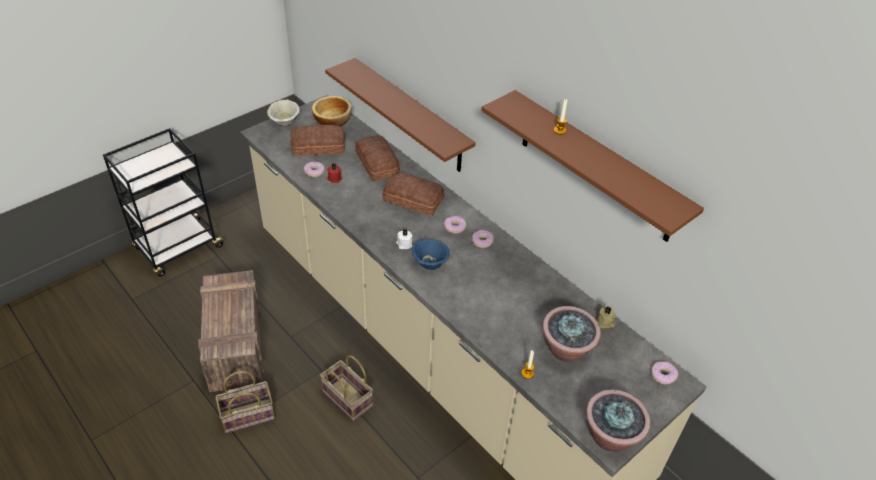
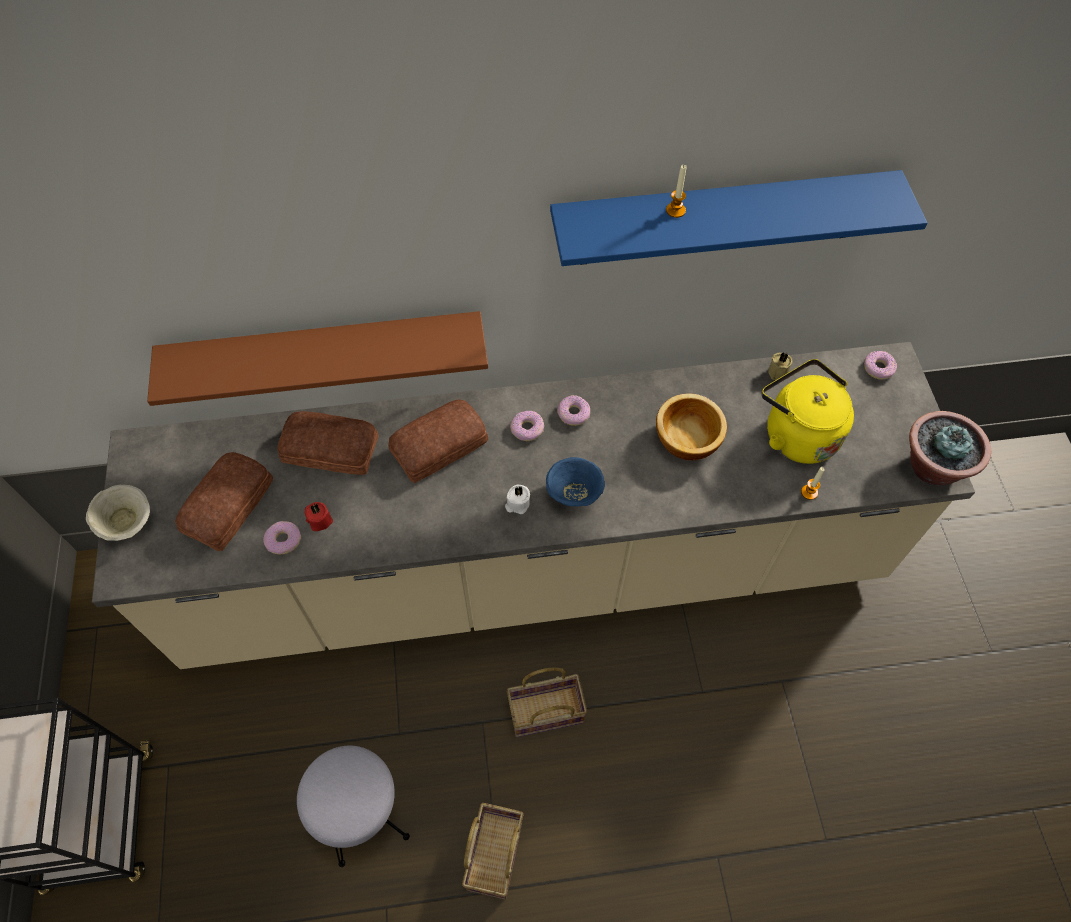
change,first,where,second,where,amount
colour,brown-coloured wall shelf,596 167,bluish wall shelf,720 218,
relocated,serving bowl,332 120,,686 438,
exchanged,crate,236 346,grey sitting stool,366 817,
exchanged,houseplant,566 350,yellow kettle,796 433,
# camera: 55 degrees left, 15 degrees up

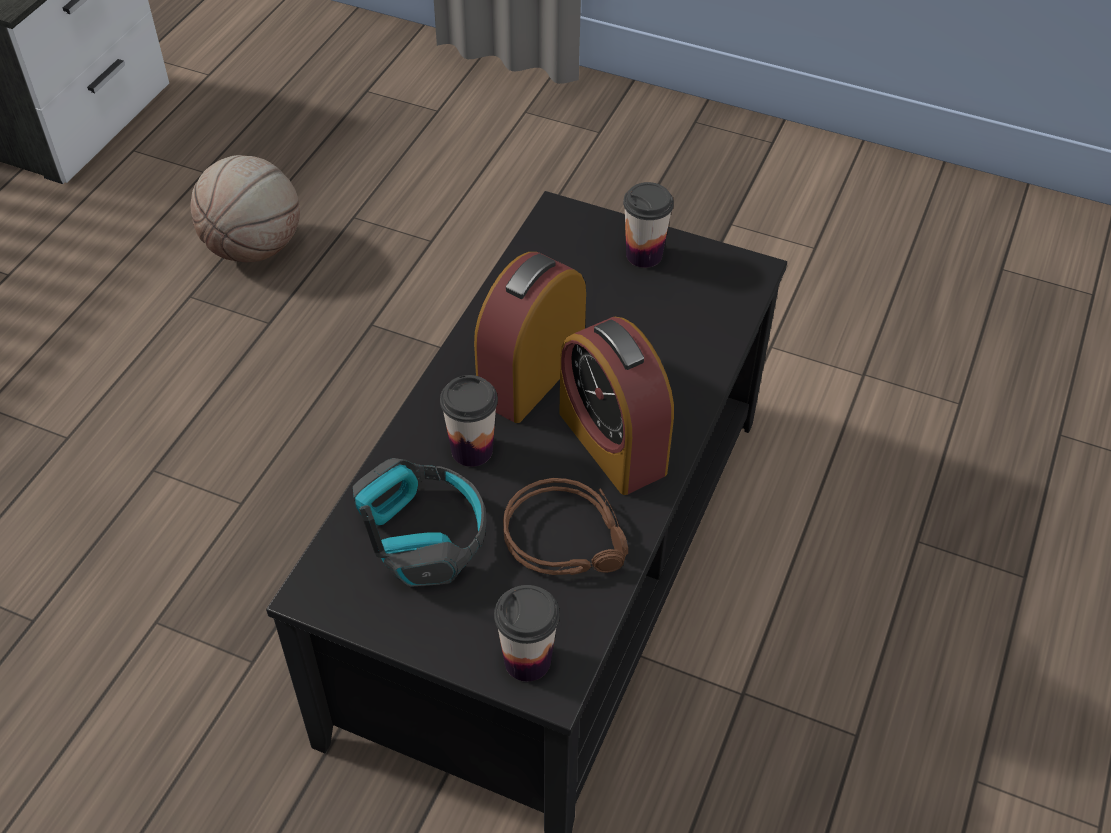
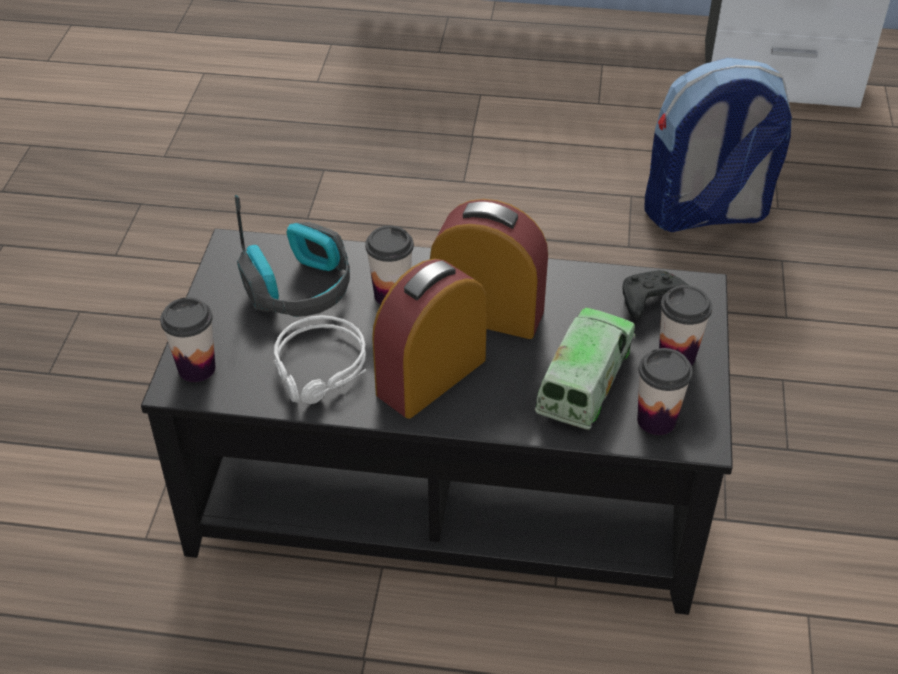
change,first,where,second,where,amount
exchanged,basketball,254 248,backpack,705 214,
colour,brown-coloured headset,569 536,grey headset,321 369,
appeared,,,blackish joypad,652 304,
appeared,,,toy lorry,585 380,
appeared,,,drinking cup,656 420,
# camera: 75 degrees right, 5 degrees down

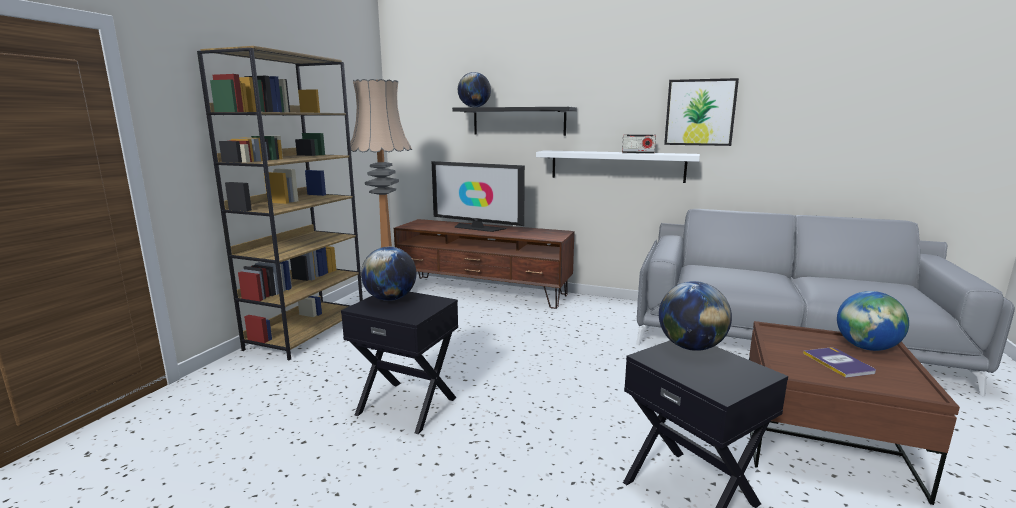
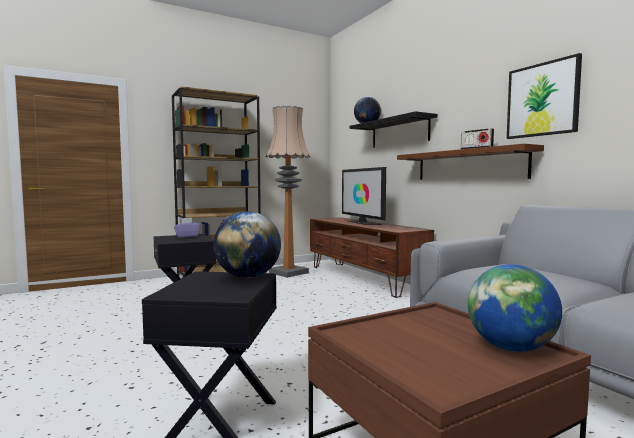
change,first,where,second,where,amount
colour,whitish wall shelf,617 166,brown-coloured wall shelf,468 165,
exchanged,globe,390 299,purple tissue box,187 236,
missing,bound book,838 363,,,
# camera: 40 degrees right, 10 degrees down

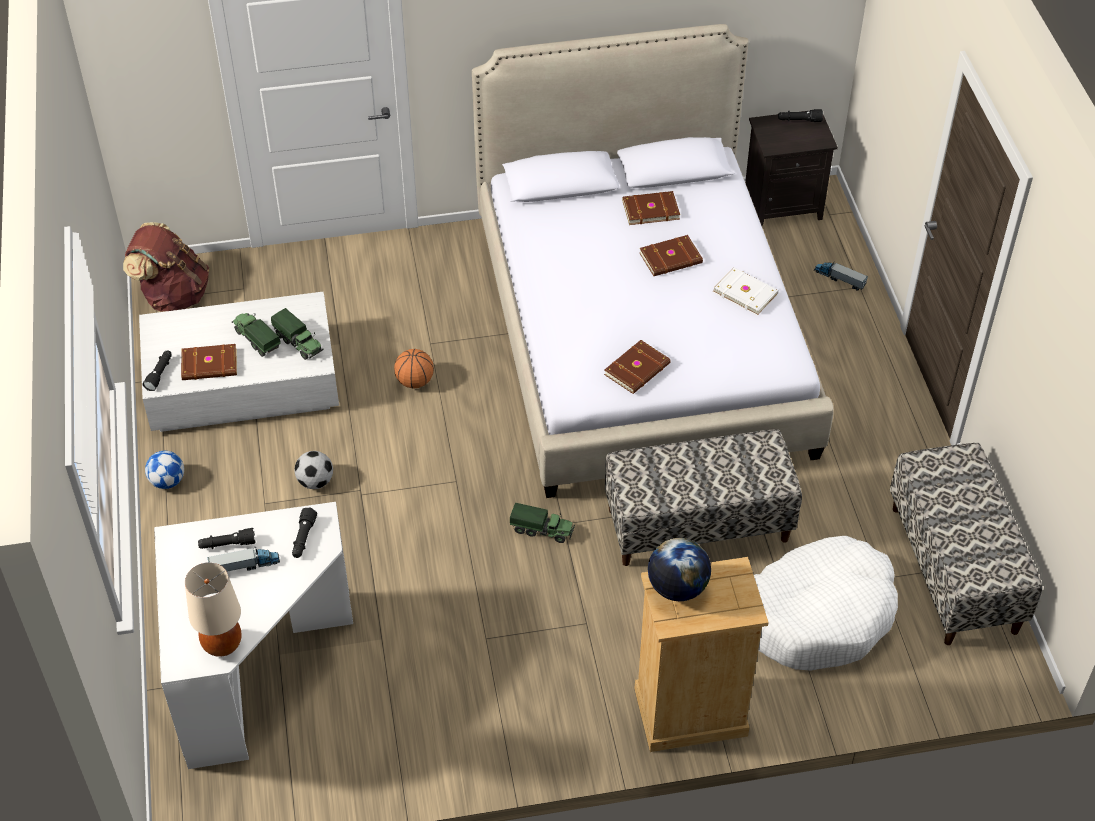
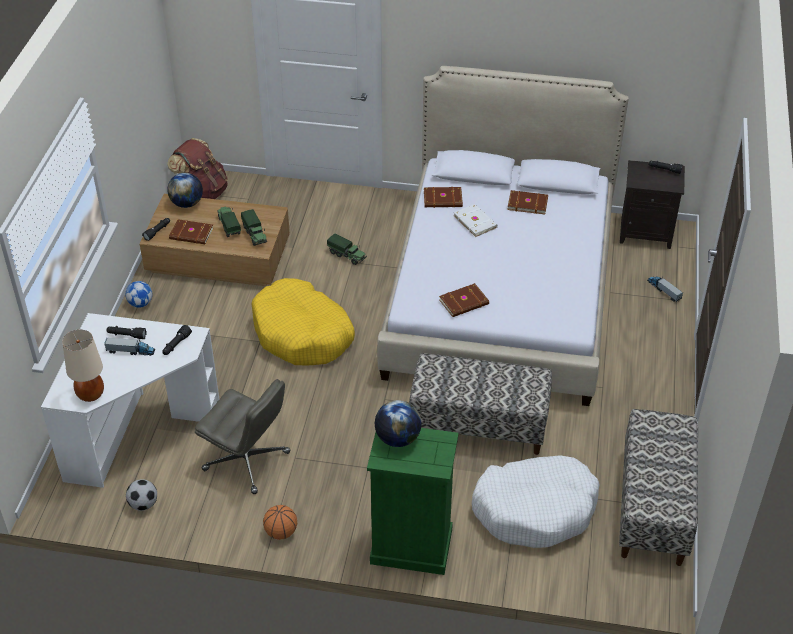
change,first,where,second,where,amount
relocated,brown-coloured bound book,671 259,,443 199,
relocated,whitish bound book,745 292,,475 221,
colour,whitish lounge table,242 383,brown-coloured lounge table,218 256,
relocated,basketball,415 381,,281 532,
relocated,football,315 482,,143 504,
relocated,toy lorry,542 530,,347 255,
colour,sand-coloured drawer chest,690 712,greenish drawer chest,411 547,
appeared,,,globe,187 203,
appeared,,,yellow dog cushion,302 333,
appeared,,,grey office chair,247 461,
# camera: 20 degrees right, 5 degrees down

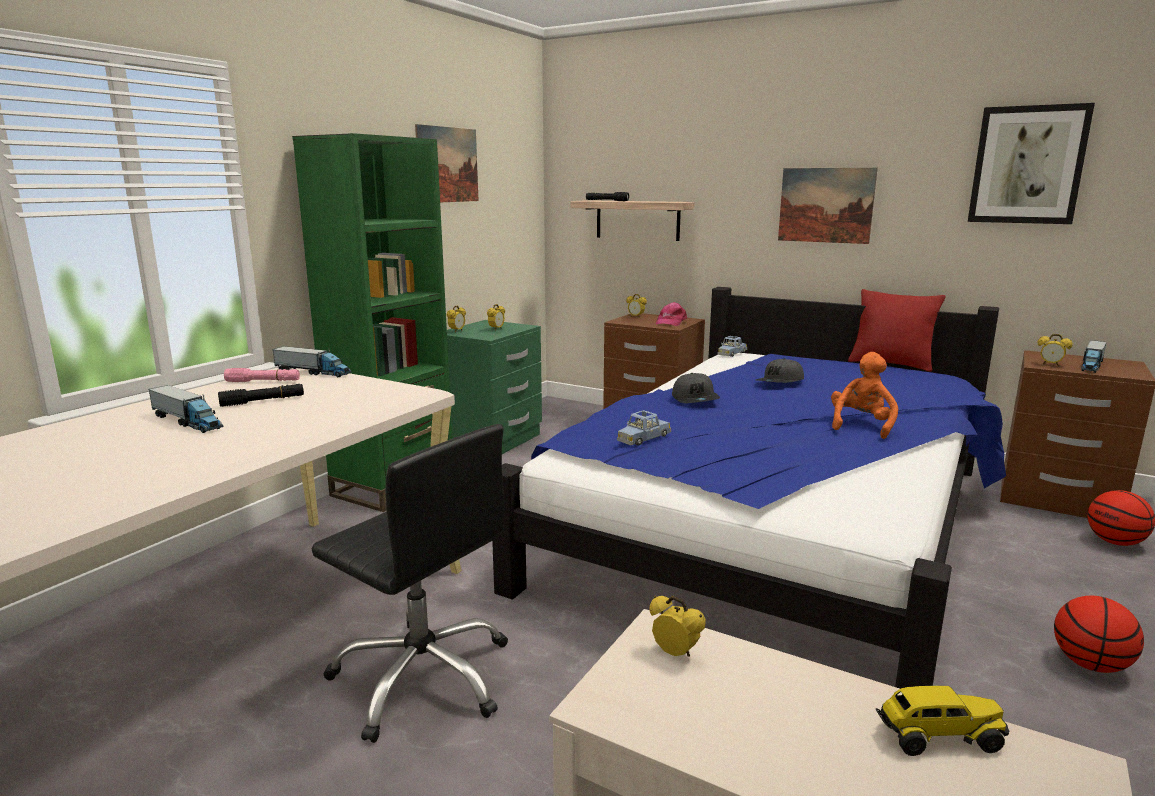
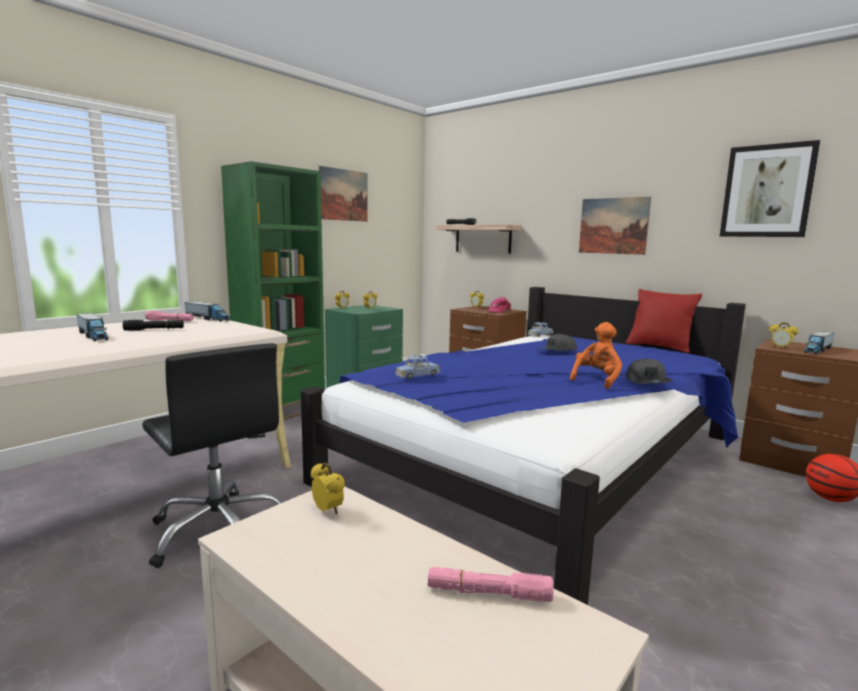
change,first,where,second,where,amount
relocated,grey peaked cap,695 399,,648 382,
missing,basketball,1090 664,,,
exchanged,toy lorry,937 736,pink-coloured flashlight,488 593,
# camera: 10 degrees right, 5 degrees down

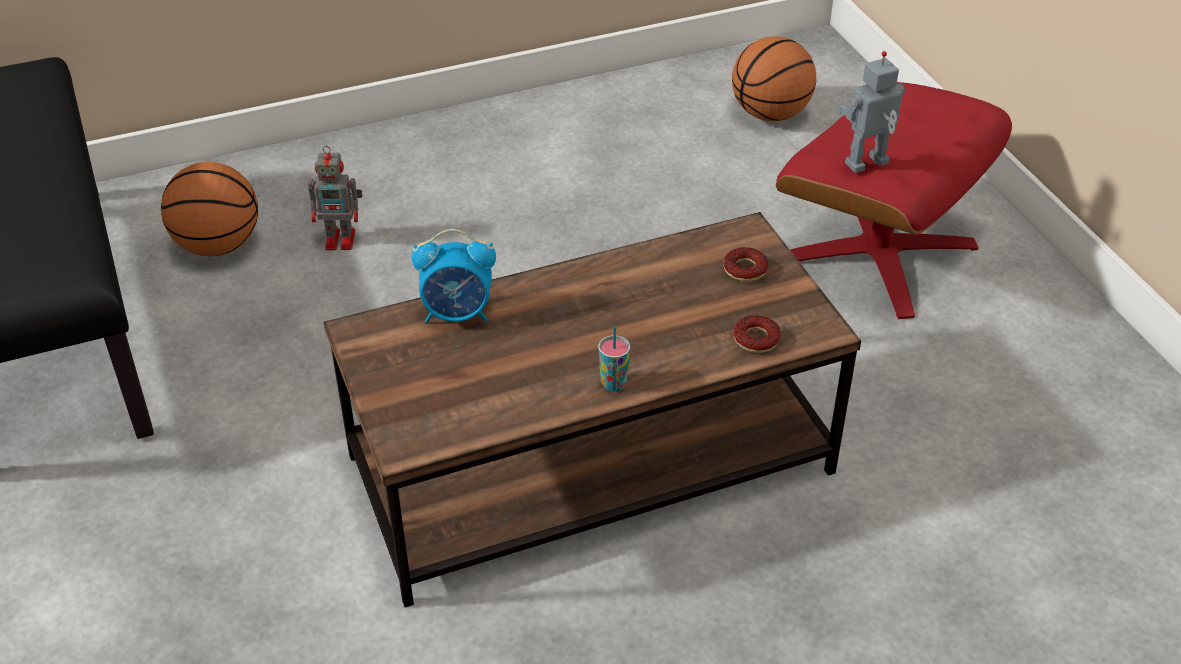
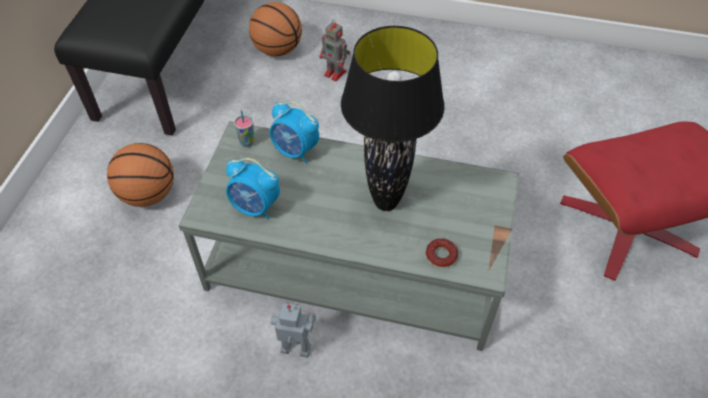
change,first,where,second,where,amount
relocated,basketball,770 114,,148 194,
relocated,toy robot,867 165,,295 350,
colour,brown-coloured lounge table,591 462,grey lounge table,355 264,
missing,donut,745 269,,,
relocated,drinking cup,613 383,,247 142,
appeared,,,blackish lamp for a table,386 203,
appeared,,,bedside clock,255 207,
# camera: 35 degrees right, 10 degrees up

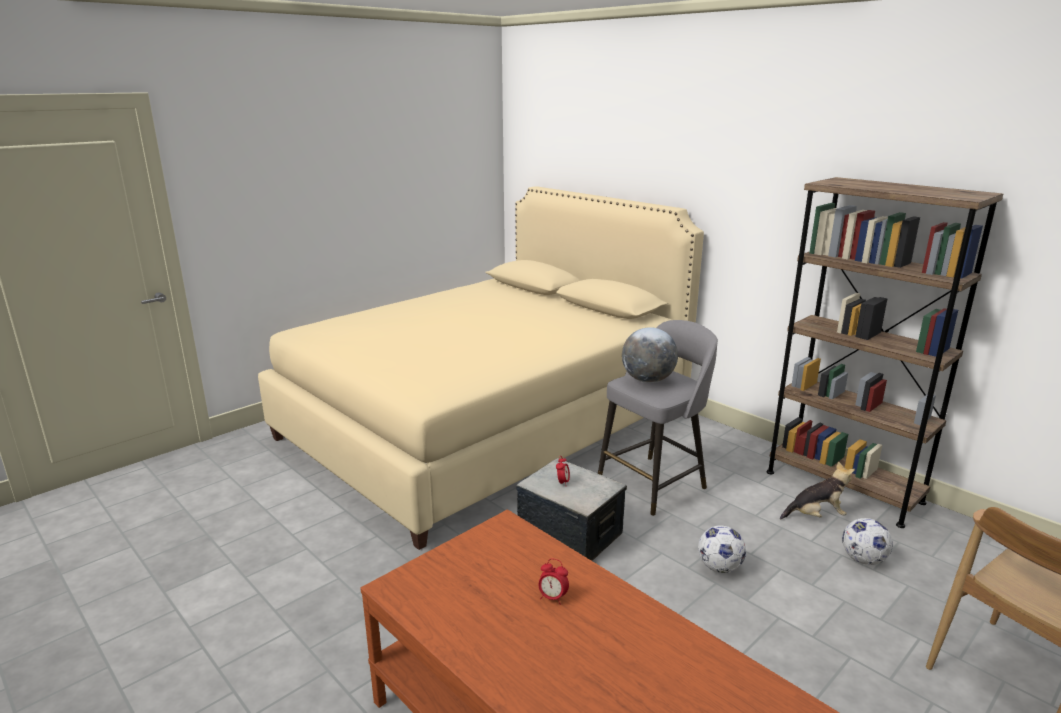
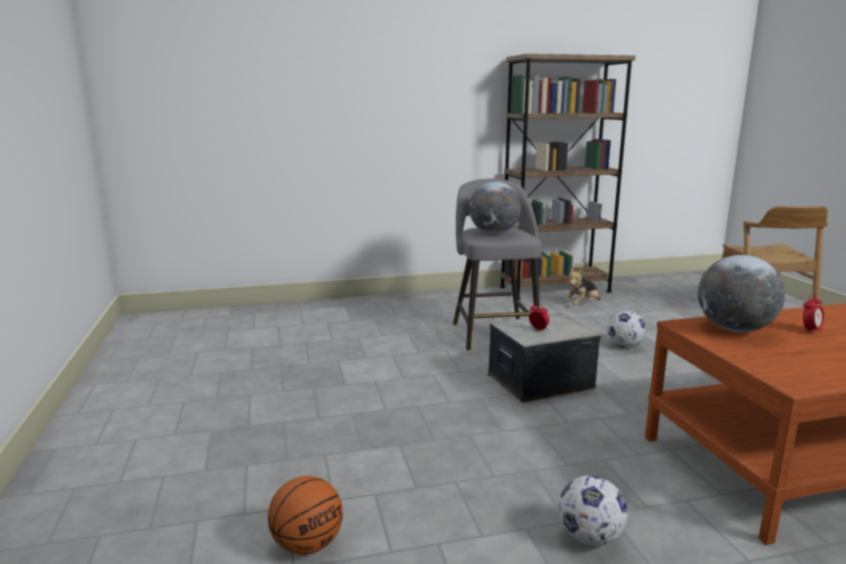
change,first,where,second,where,amount
missing,sand-coloured bedroom bed,485 424,,,
spun,cuddly toy,816 516,,582 305,150 degrees counterclockwise
relocated,football,862 559,,589 538,
appeared,,,globe,734 329,
appeared,,,basketball,307 545,
# camera: 60 degrees left, 5 degrees down

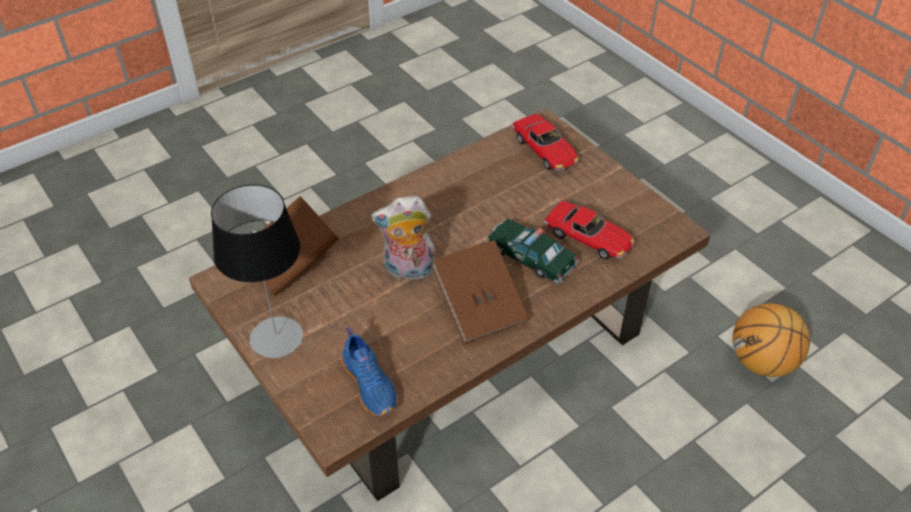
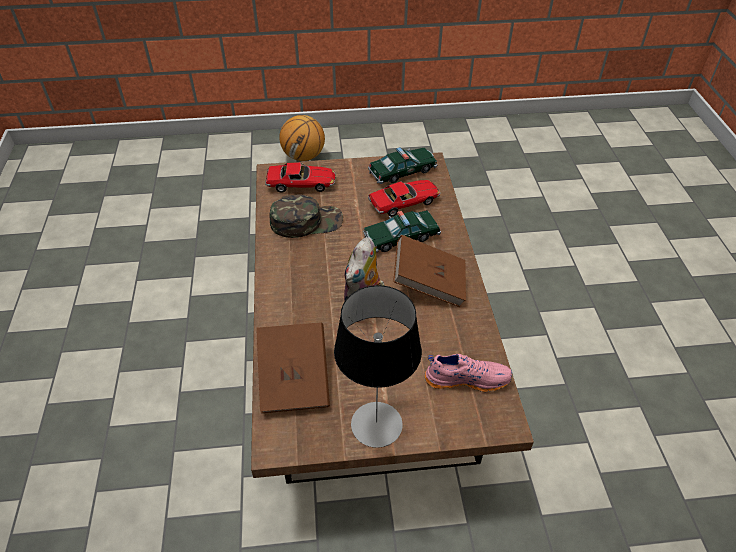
change,first,where,second,where,amount
relocated,basketball,762 362,,304 156,
colour,bluish low shoe,371 384,pink-coloured low shoe,466 378,
appeared,,,model car,402 171,
appeared,,,greenish peaked cap,306 221,
# camera: 60 degrees left, 0 degrees up

